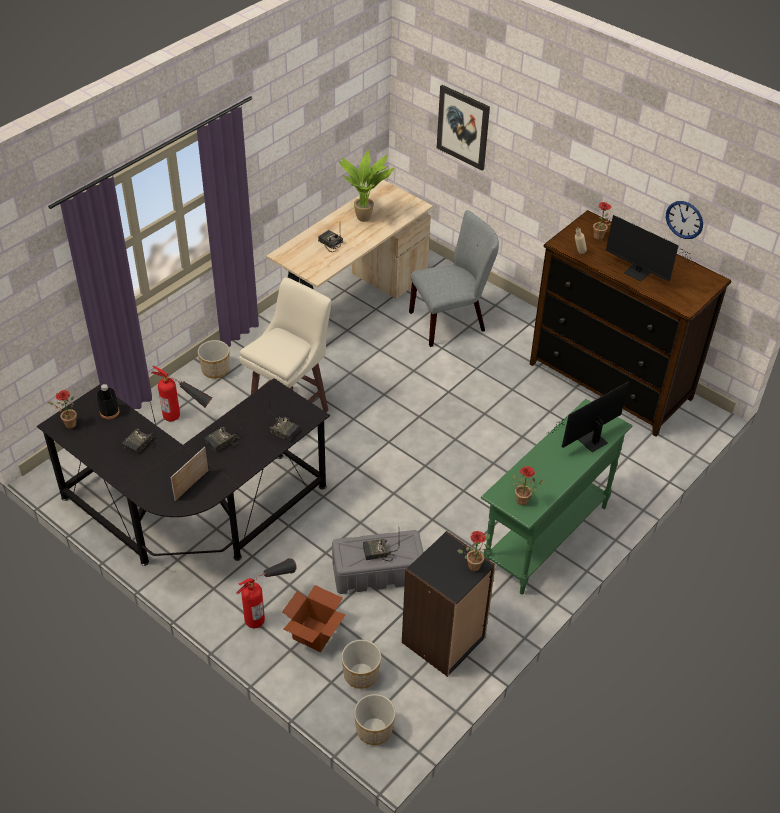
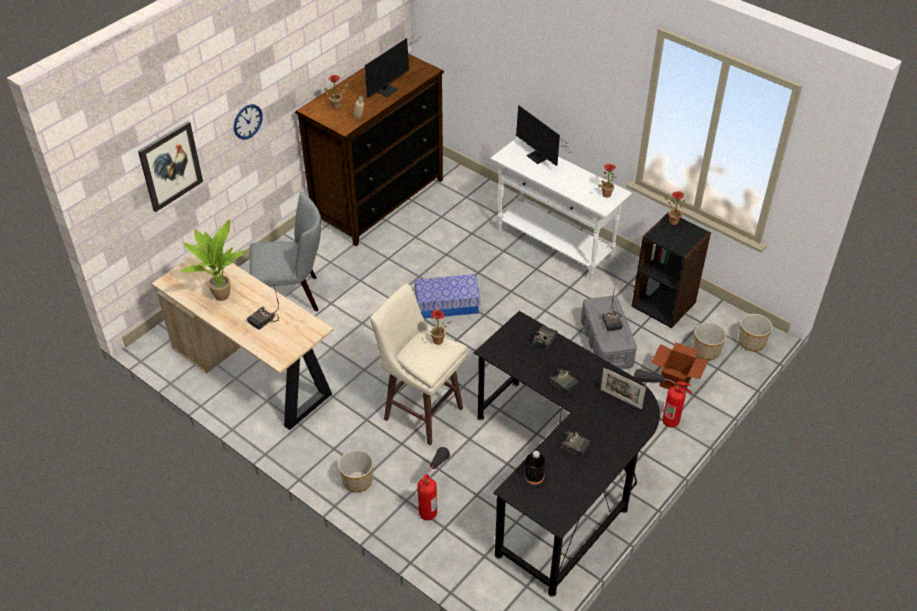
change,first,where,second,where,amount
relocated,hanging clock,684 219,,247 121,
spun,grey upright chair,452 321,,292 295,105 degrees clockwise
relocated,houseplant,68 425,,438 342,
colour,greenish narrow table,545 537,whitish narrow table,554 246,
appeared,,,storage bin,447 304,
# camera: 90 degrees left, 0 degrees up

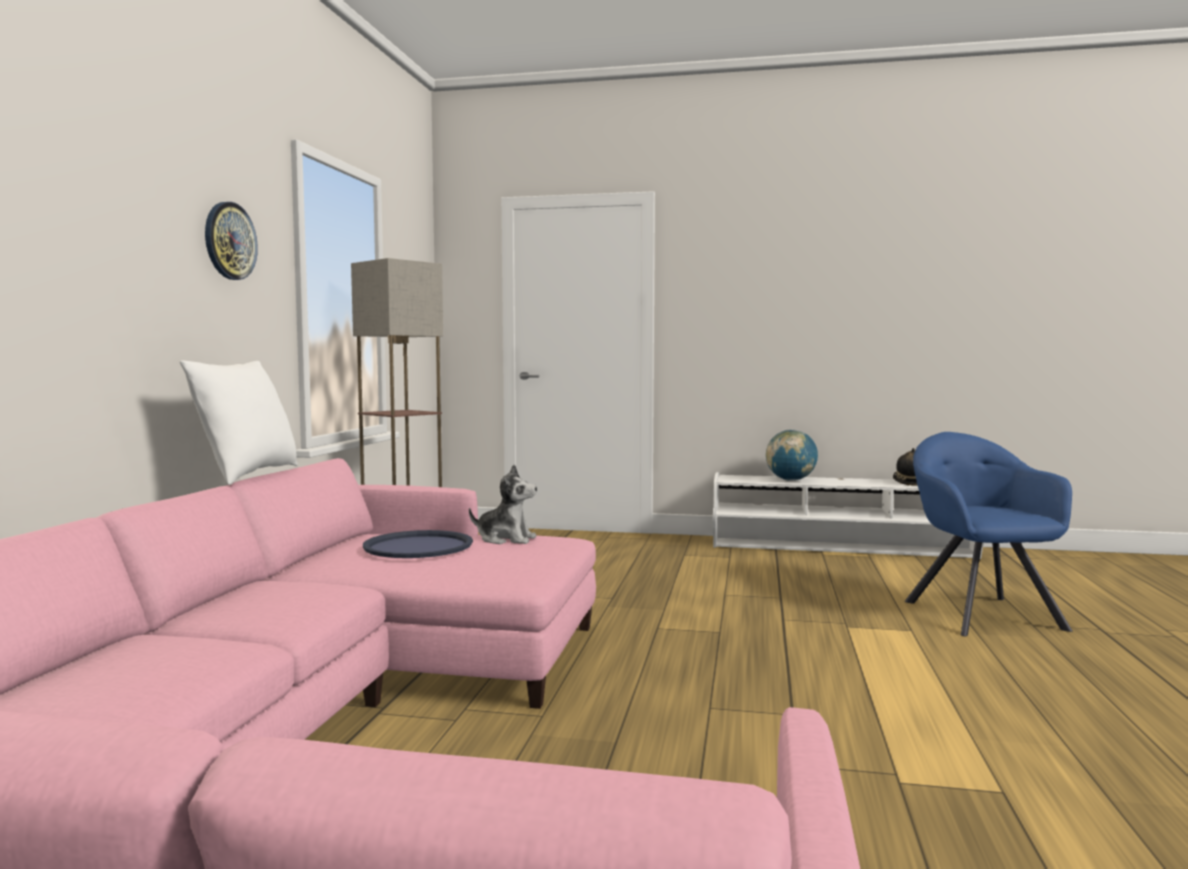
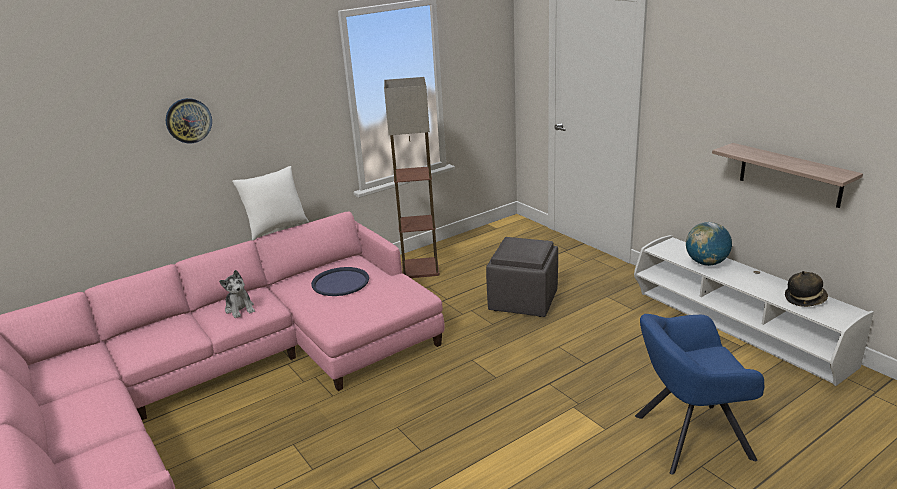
change,first,where,second,where,amount
relocated,hanging clock,229 241,,188 120,
spun,bluish armchair,979 613,,688 437,135 degrees counterclockwise
relocated,cuddly toy,506 539,,240 309,
appeared,,,wall shelf,790 175,
appeared,,,grey pouffe,522 300,
# camera: 45 degrees right, 20 degrees up

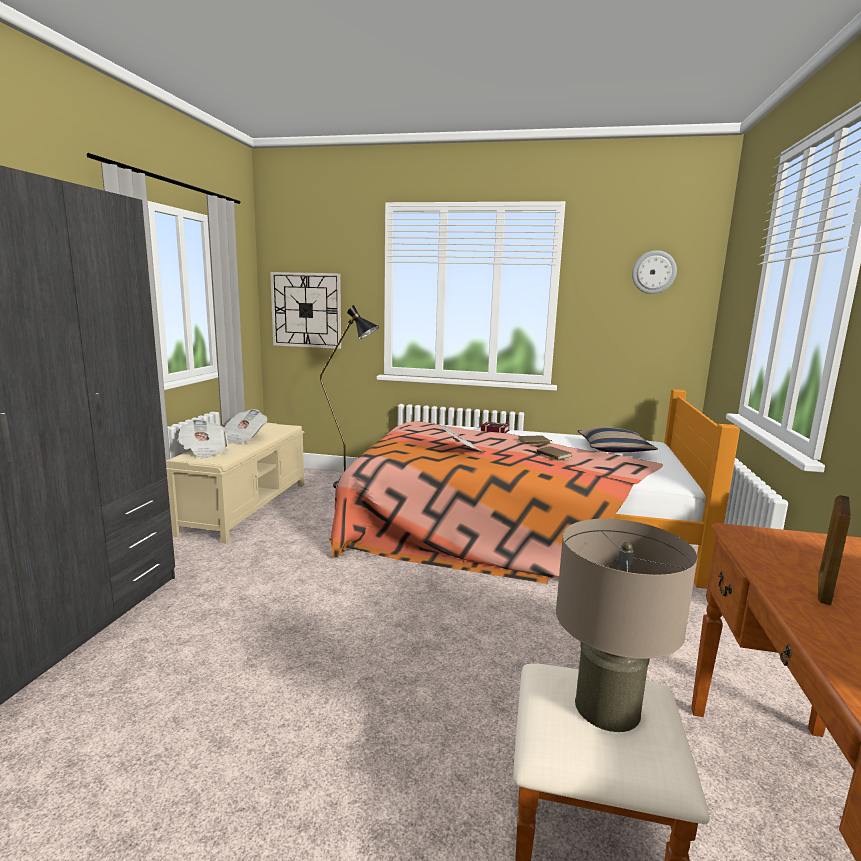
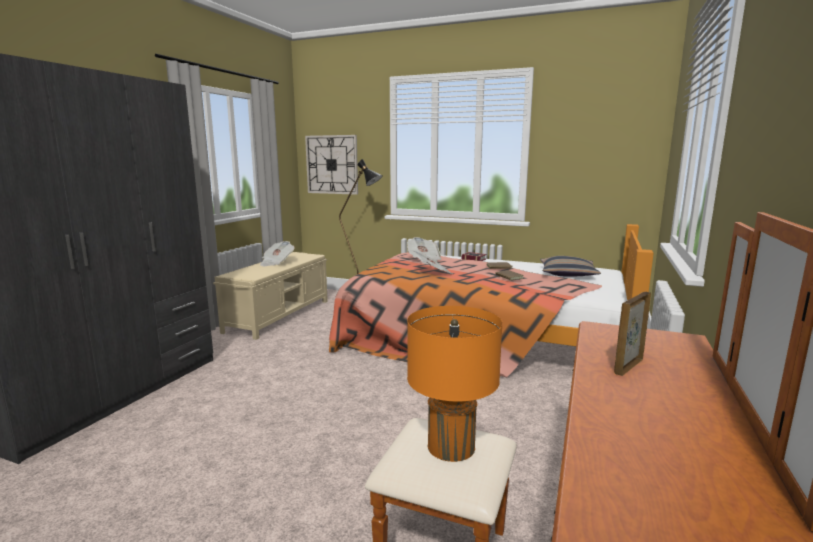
change,first,where,second,where,amount
missing,hanging clock,653 272,,,
relocated,daily paper,204 451,,424 260,
colour,sand-coloured lamp for a table,607 707,orangey lamp for a table,451 446,
# camera: 10 degrees right, 0 degrees up

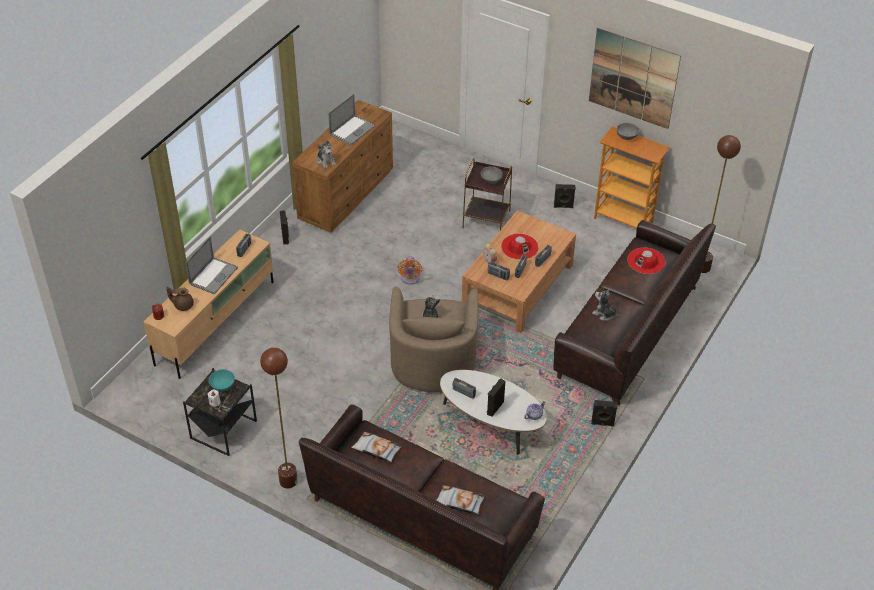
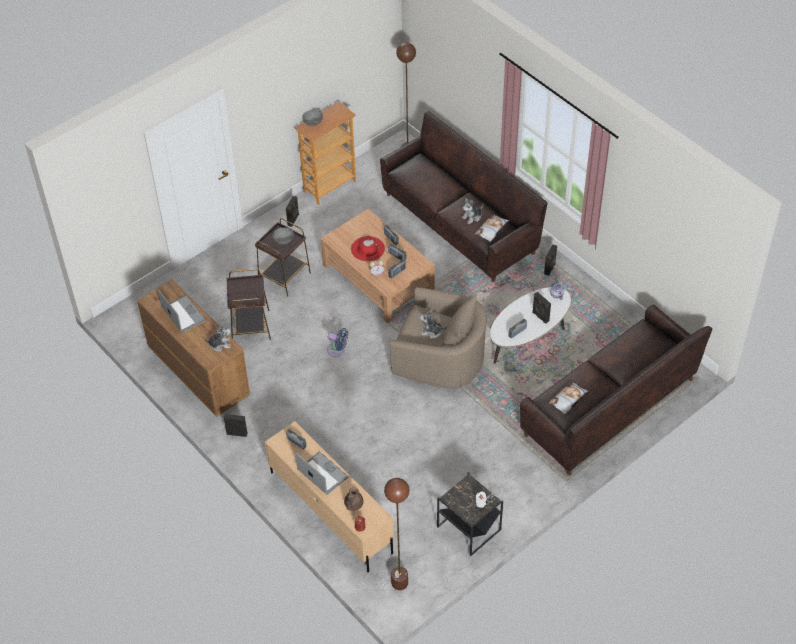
change,first,where,second,where,amount
missing,picture,633 78,,,
missing,reddish wearable hat,646 261,,,
colour,orangey cooling fan,410 279,bluish cooling fan,337 350,
relocated,brown-coloured standard lamp,288 481,,399 583,
missing,blue-green serving bowl,222 386,,,
relocated,pillow,459 502,,491 230,
appeared,,,brown-coloured side table,251 326,
# camera: 70 degrees left, 5 degrees up

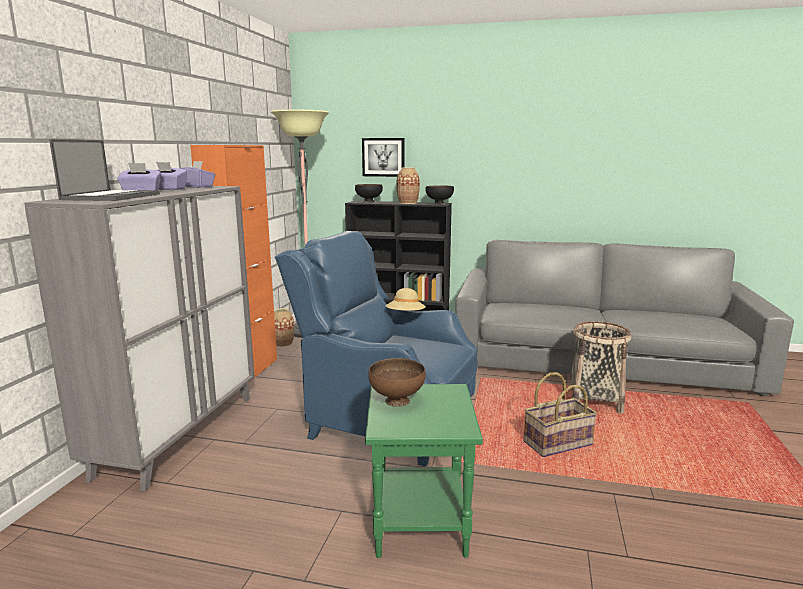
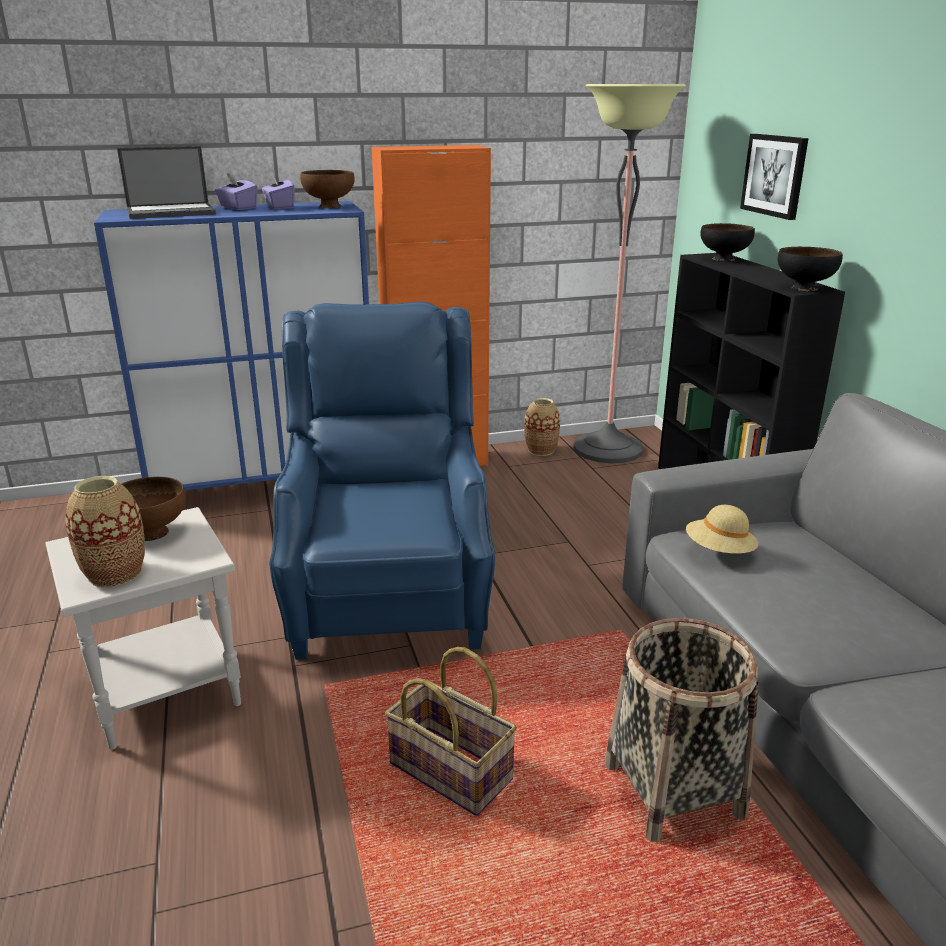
change,first,where,second,where,amount
exchanged,purple tissue box,197 187,brown-coloured serving bowl,329 206,
relocated,decorative vase,408 203,,115 573,
colour,grey cupboard,179 434,bluish cupboard,266 489,
relocated,sand-coloured wearable hat,405 316,,719 551,
colour,greenish side table,418 523,whitish side table,166 692,
# camera: 60 degrees right, 10 degrees up

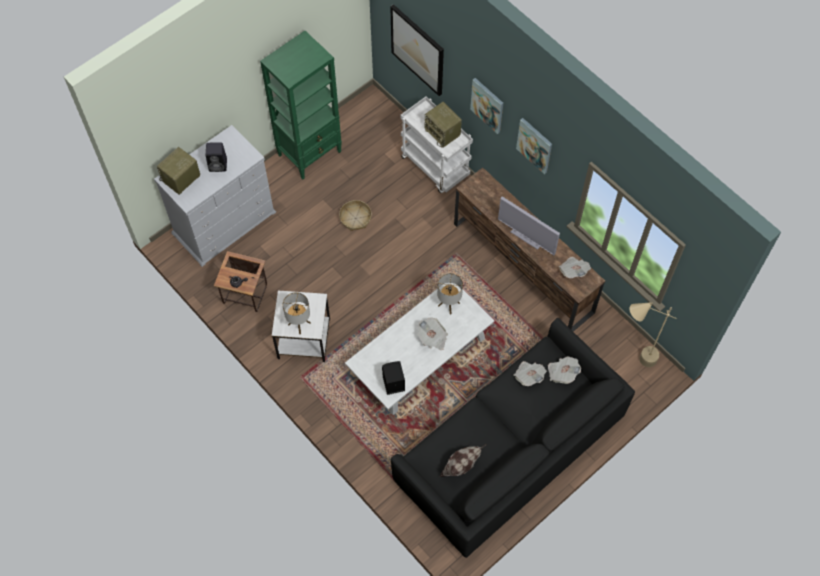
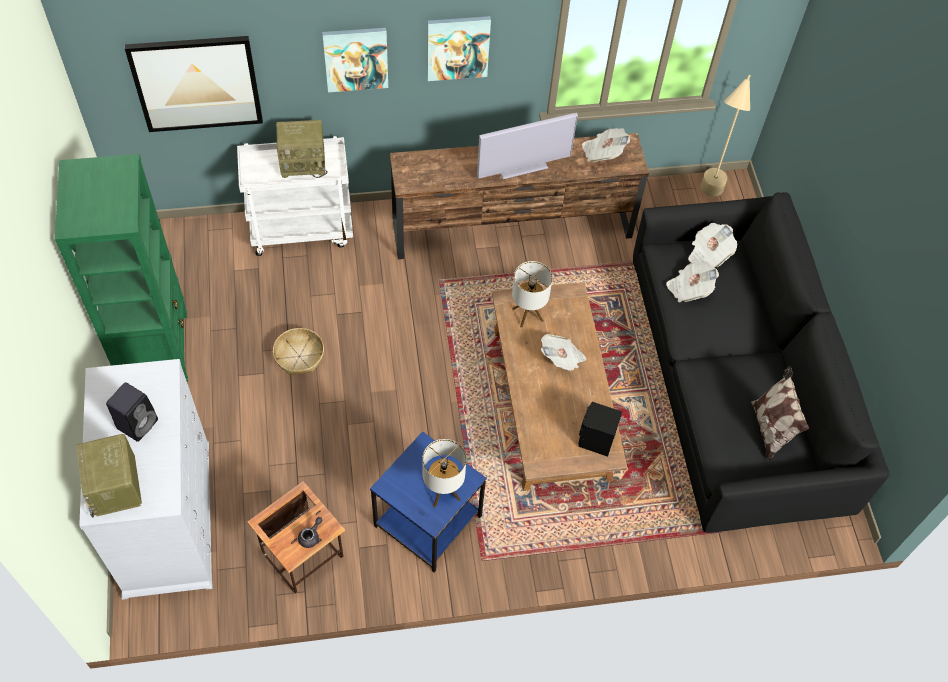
change,first,where,second,where,amount
colour,whitish lounge table,420 357,brown-coloured lounge table,552 402,
colour,whitish side table,303 338,bluish side table,426 521,
# camera: 60 degrees left, 5 degrees down

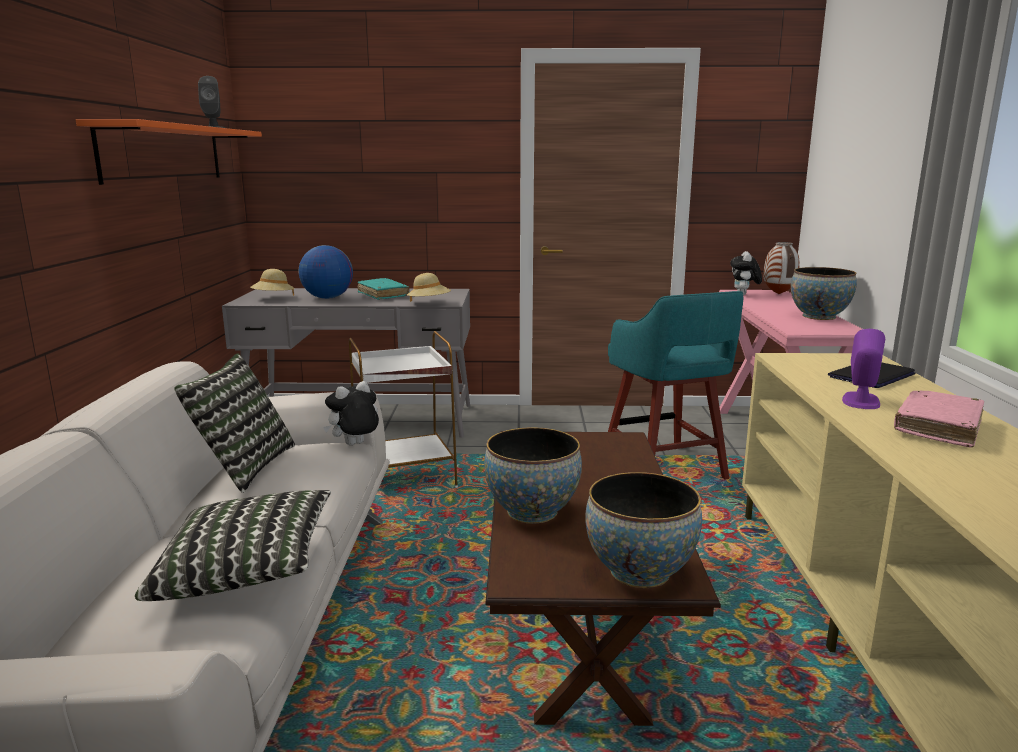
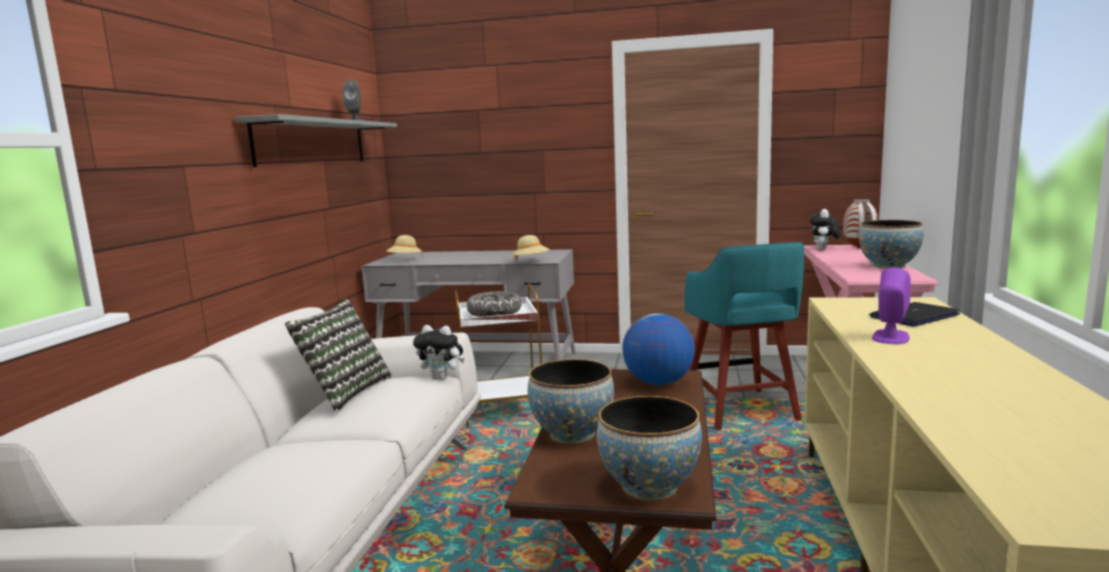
change,first,where,second,where,amount
colour,orangey wall shelf,164 153,grey wall shelf,313 142,
relocated,globe,327 298,,658 383,
missing,blue-green bound book,383 295,,,
spun,cuddly toy,354 445,,442 378,135 degrees counterclockwise
missing,pink-coloured bound book,937 427,,,
missing,pillow,246 570,,,
appeared,,,serving bowl,494 313,
# camera: 10 degrees right, 5 degrees down

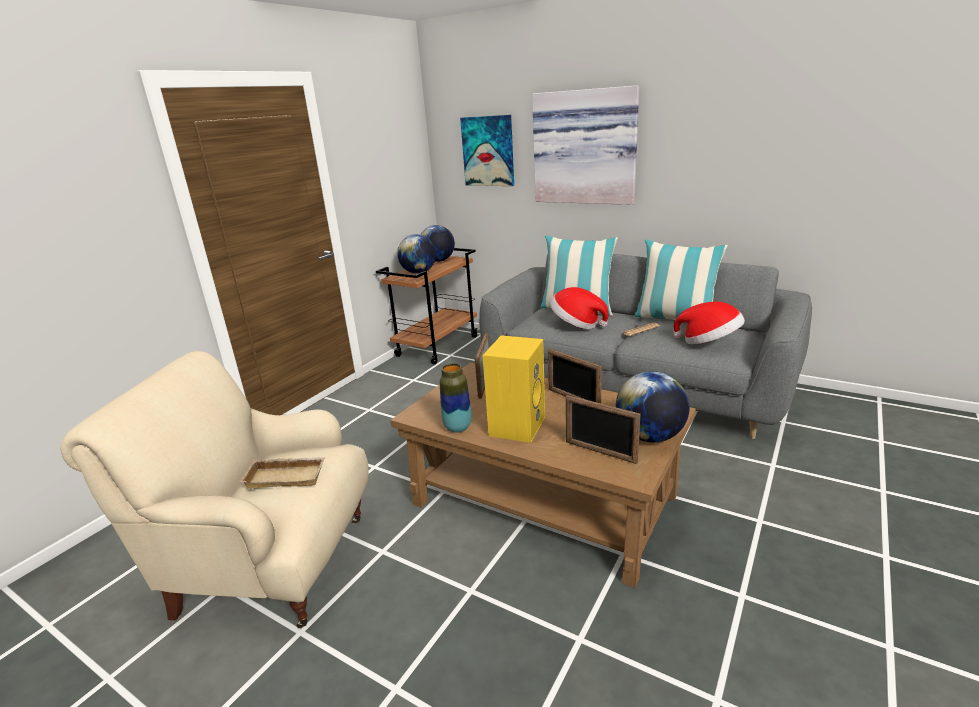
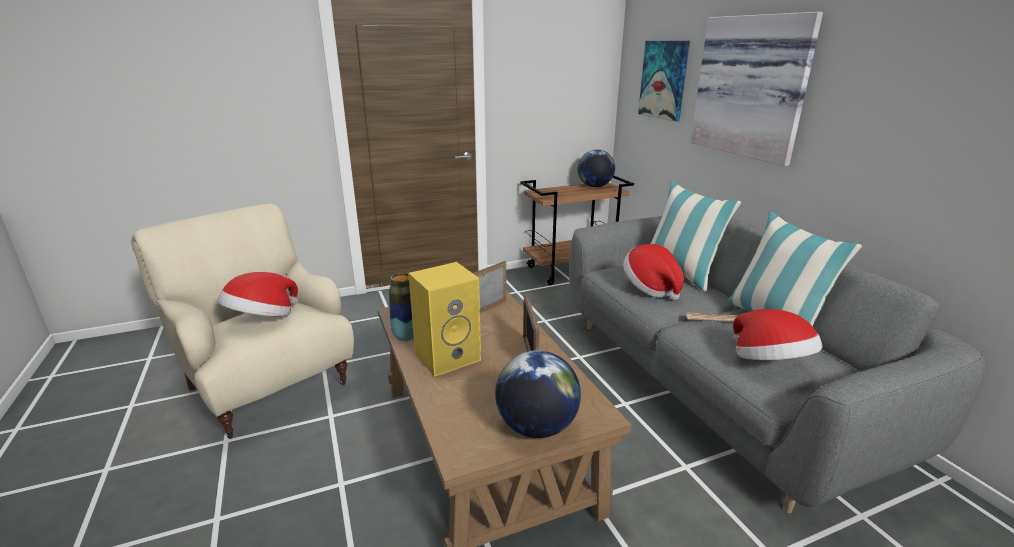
change,first,where,second,where,amount
missing,globe,418 272,,,
missing,picture frame,600 452,,,
exchanged,sand-coloured tray,287 476,wearable hat,262 319,
# camera: 35 degrees right, 0 degrees up

